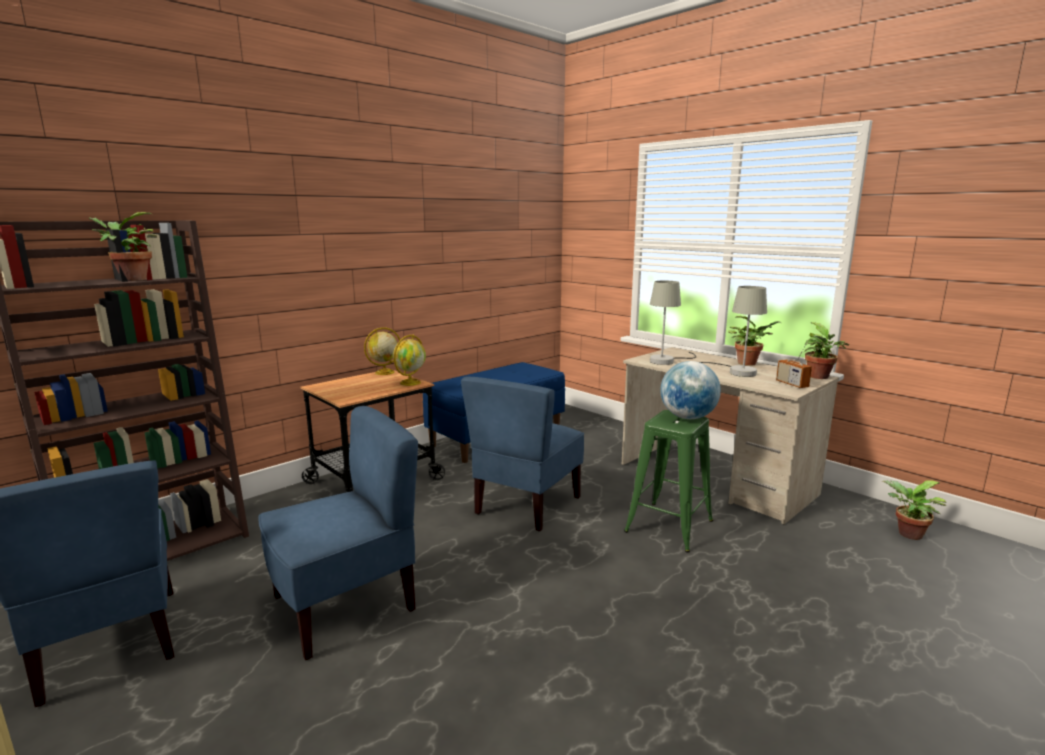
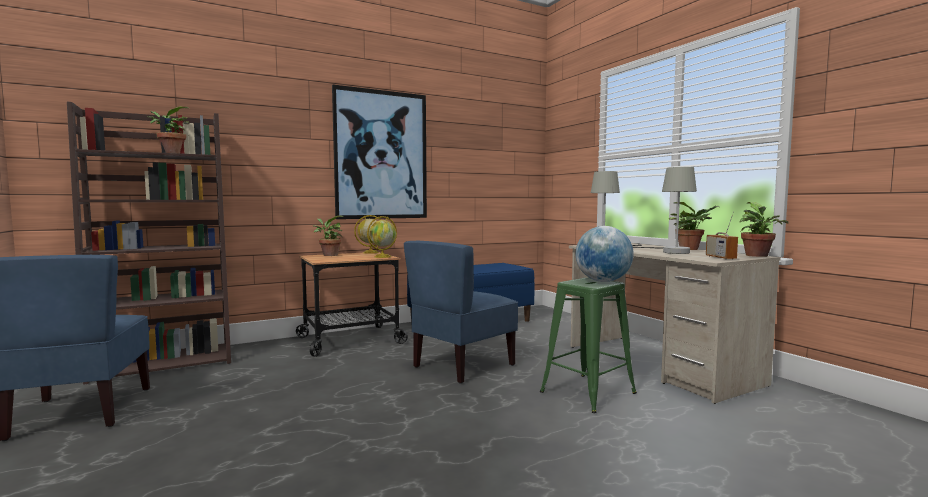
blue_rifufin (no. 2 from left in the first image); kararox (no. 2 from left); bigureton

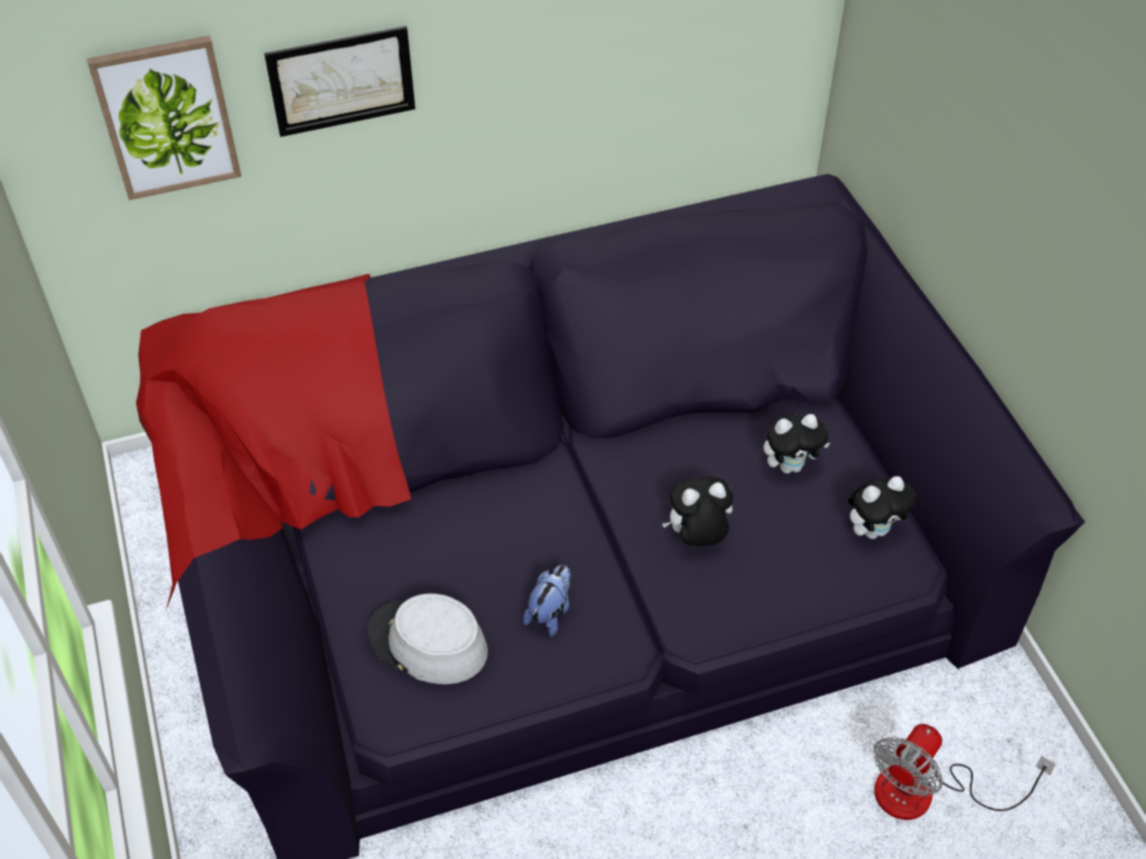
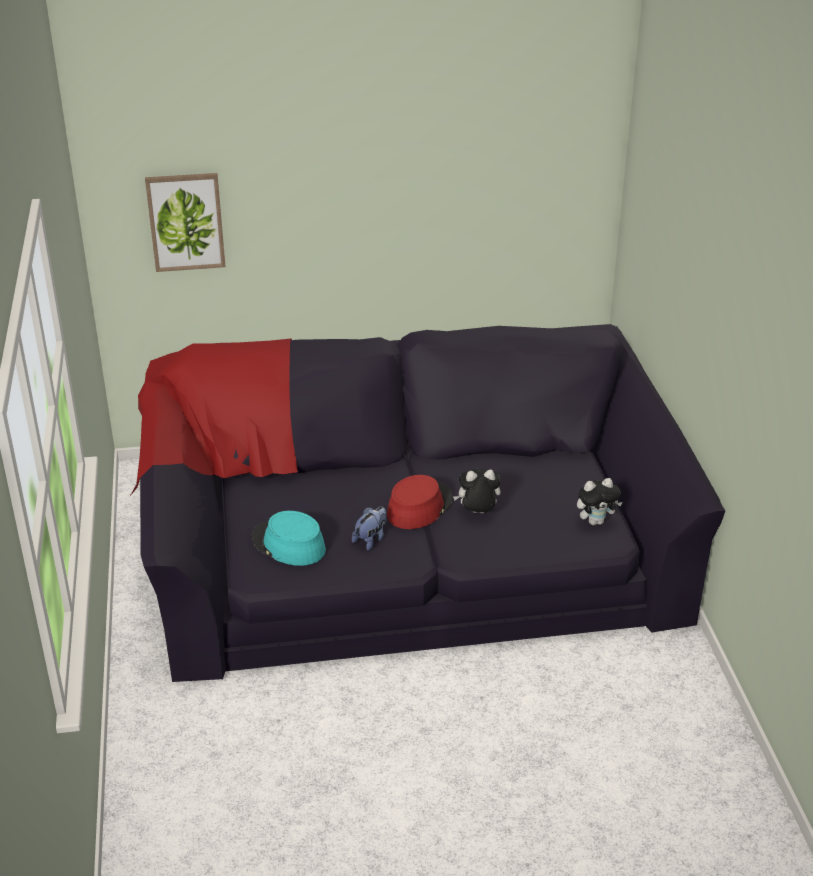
bigureton (no. 2 from left in the first image); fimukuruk (no. 3 from left in the first image); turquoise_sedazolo; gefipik; red_sedazolo

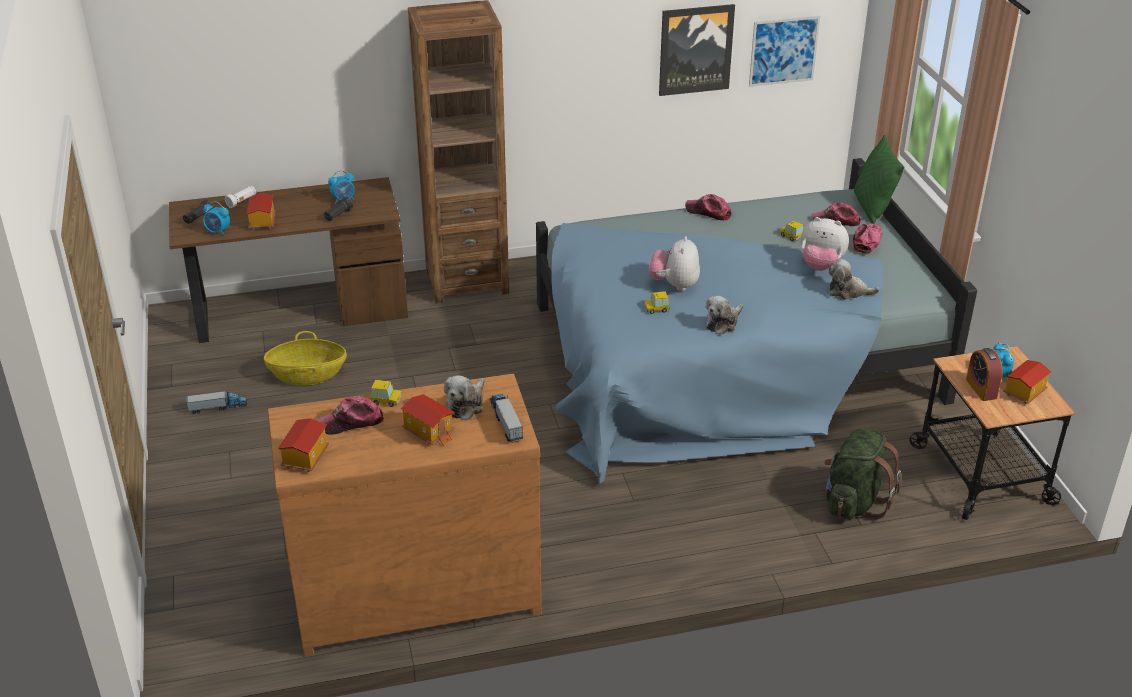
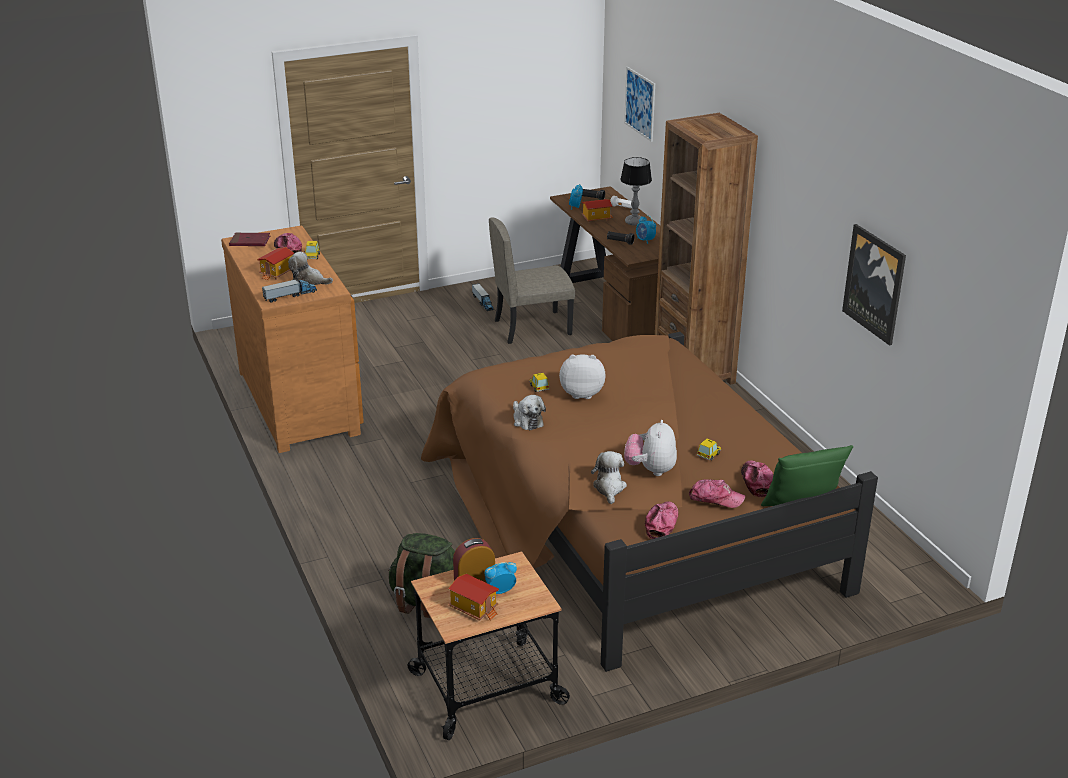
bigureton (no. 1 from left); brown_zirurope; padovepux (no. 2 from left); fimukuruk (no. 2 from left); beige_rifufin; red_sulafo; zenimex

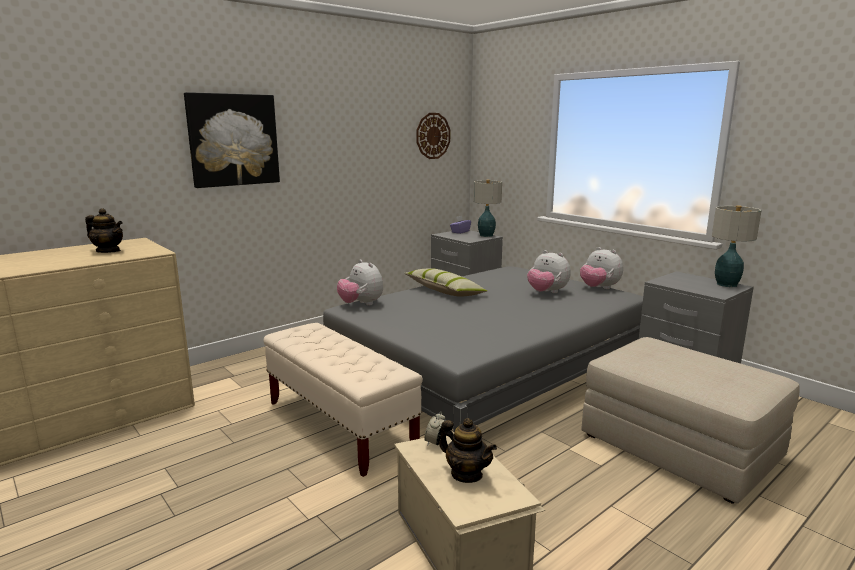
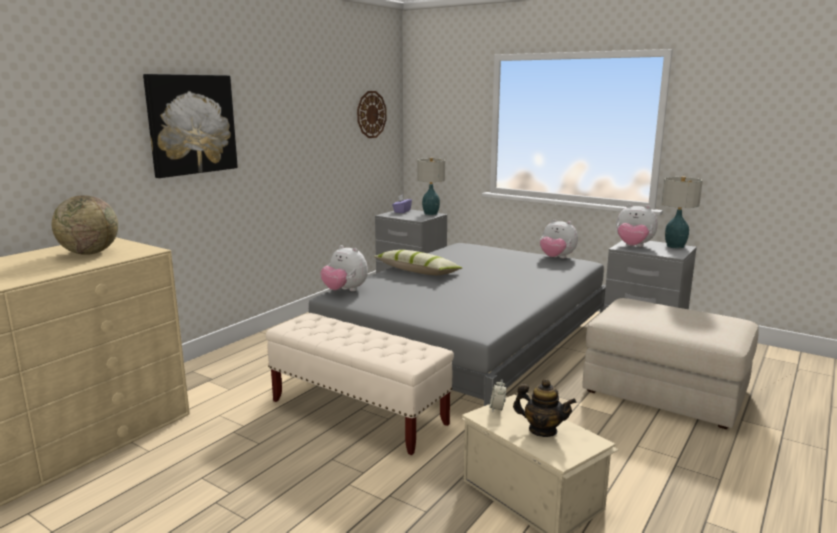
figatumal; fimukuruk (no. 3 from left)

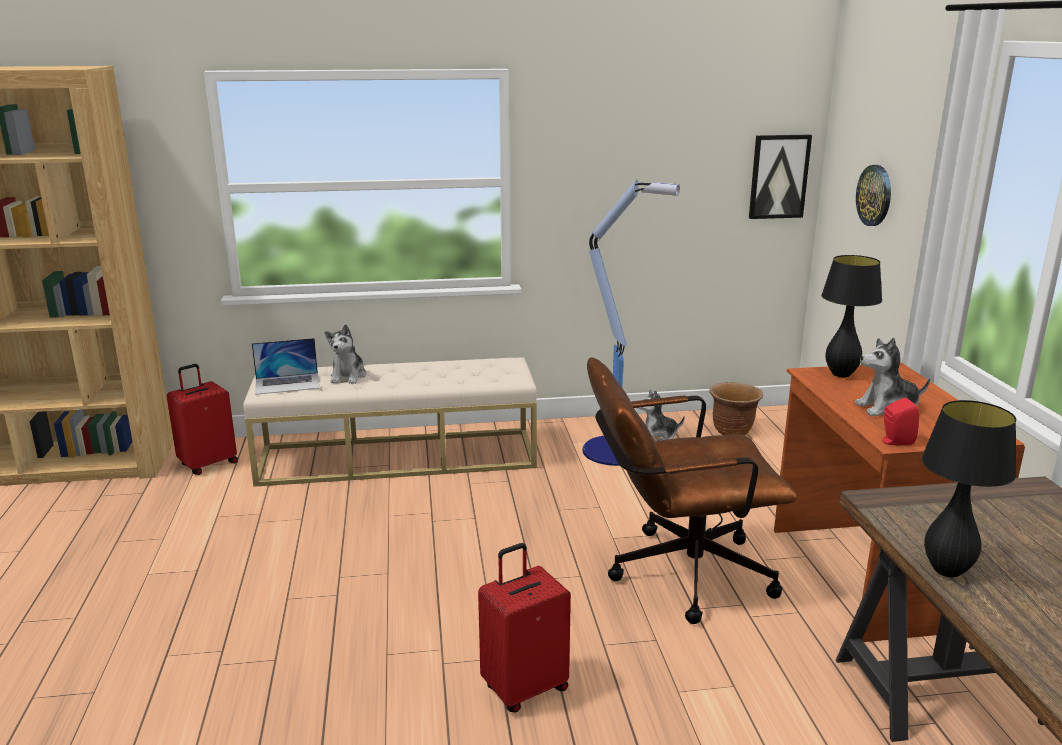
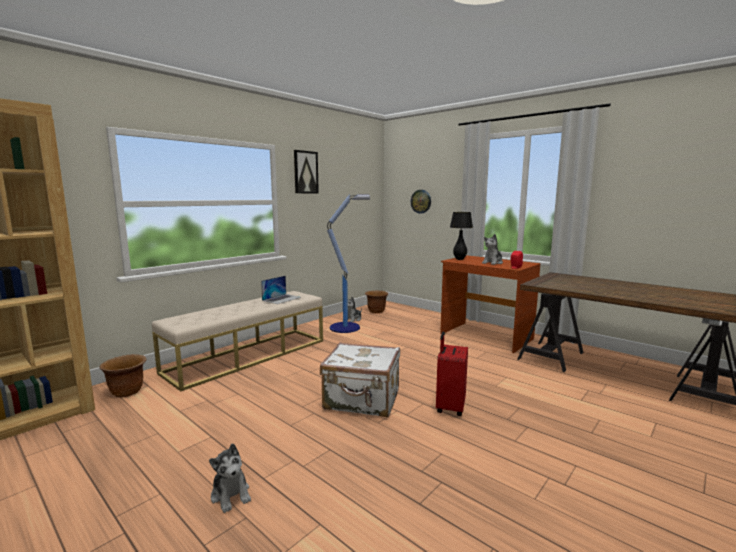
bigureton; fimukuruk (no. 1 from left); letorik; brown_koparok; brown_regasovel (no. 1 from left); black_zenimex (no. 2 from left in the first image); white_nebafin

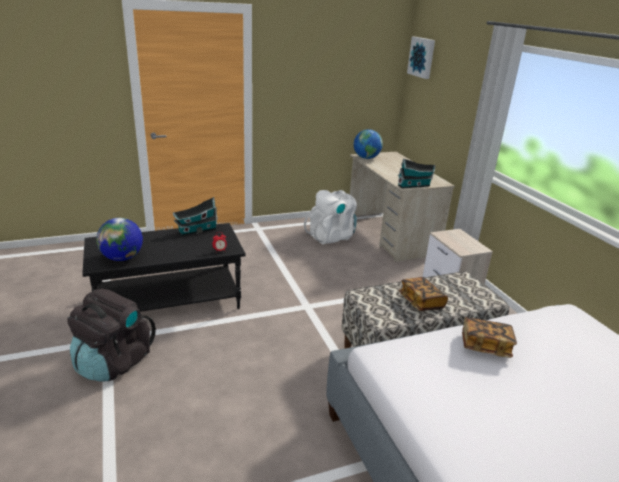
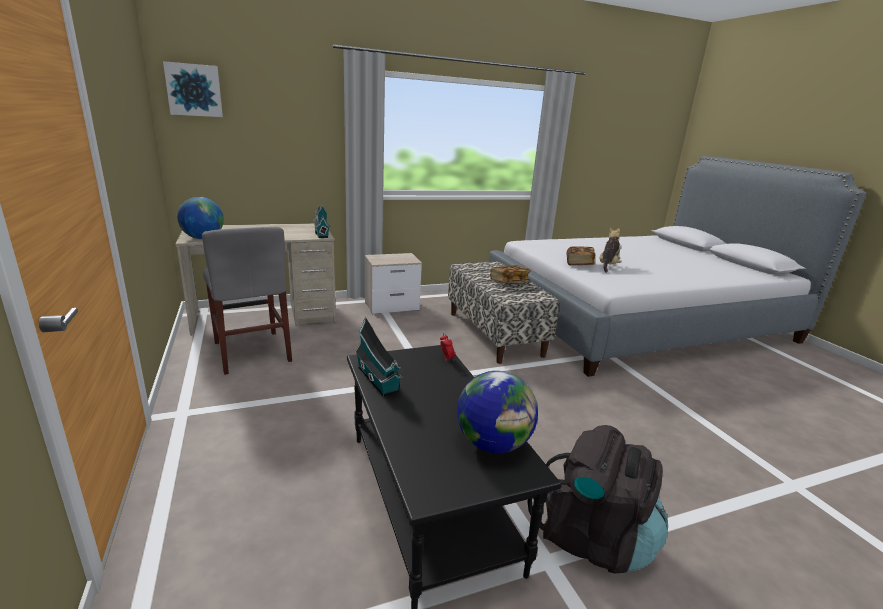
grey_rifufin; fimukuruk

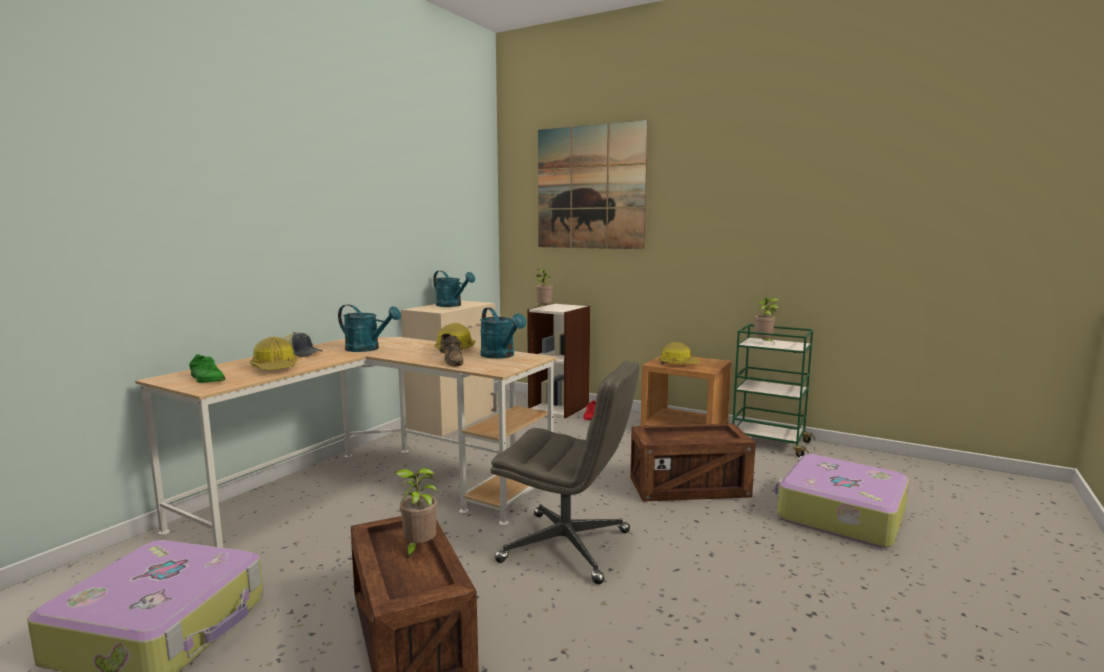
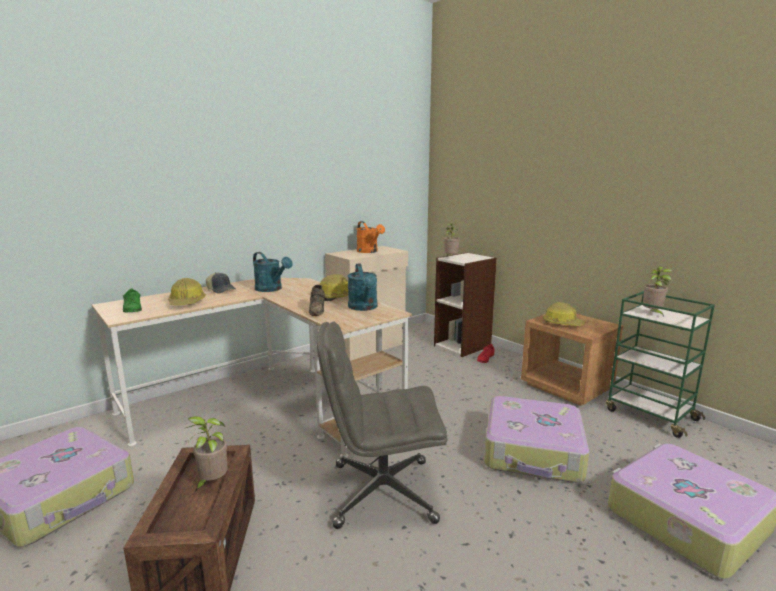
bigureton; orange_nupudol; grey_koparok; nebafin (no. 2 from left)

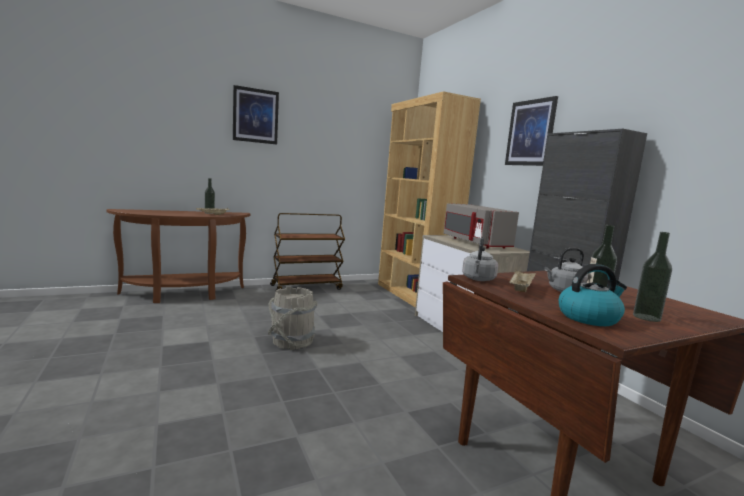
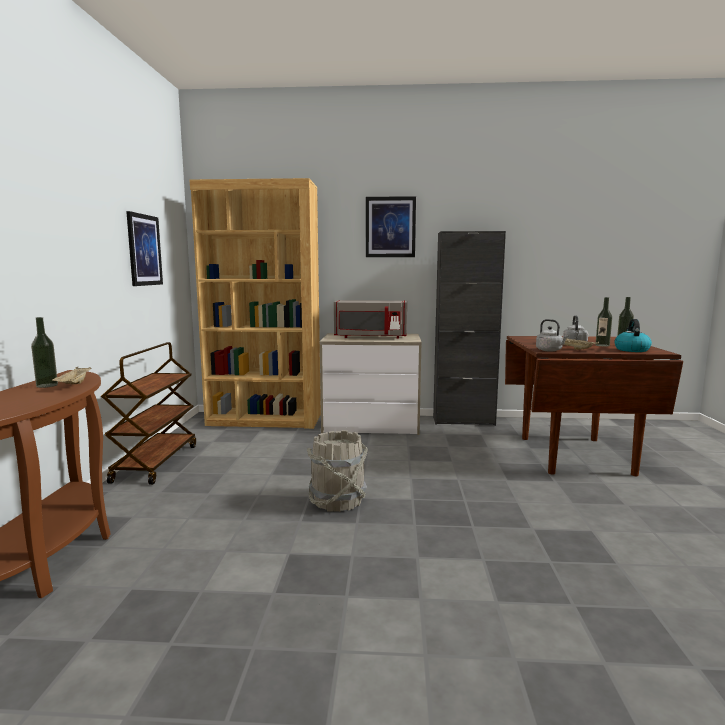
bigureton (no. 1 from left)

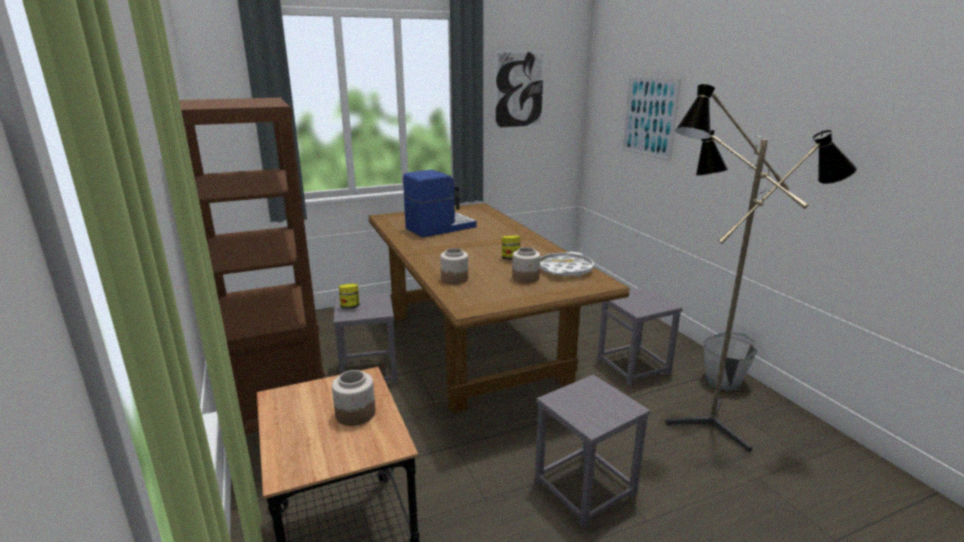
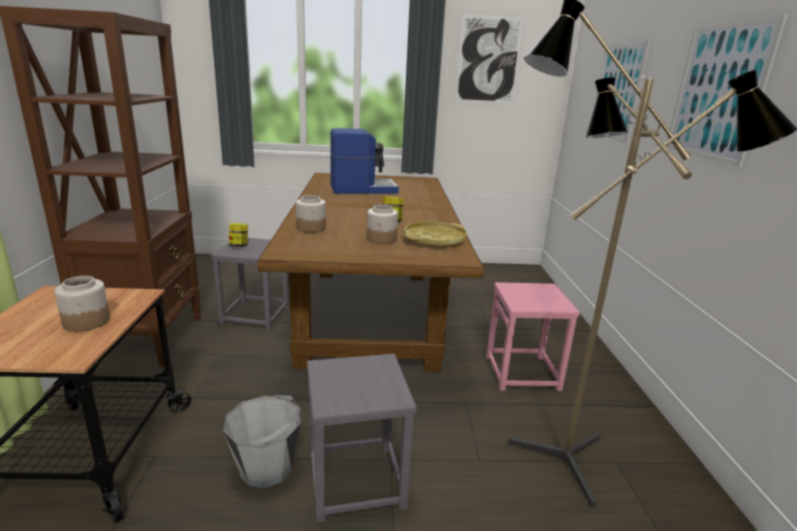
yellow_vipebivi; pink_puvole; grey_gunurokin; bigureton (no. 3 from left)

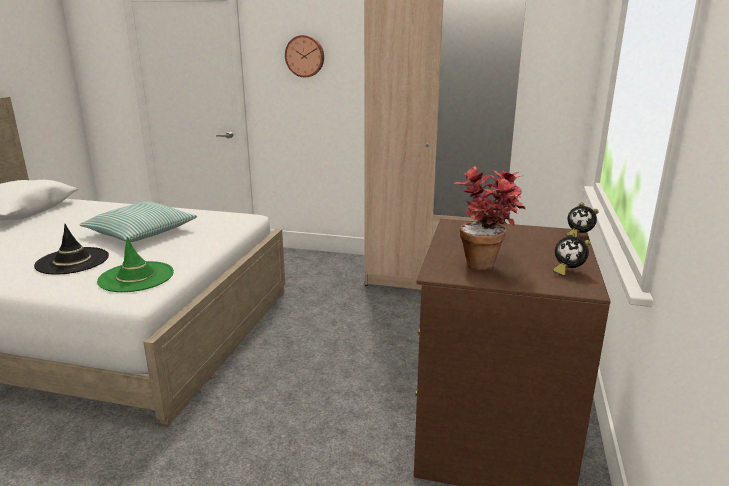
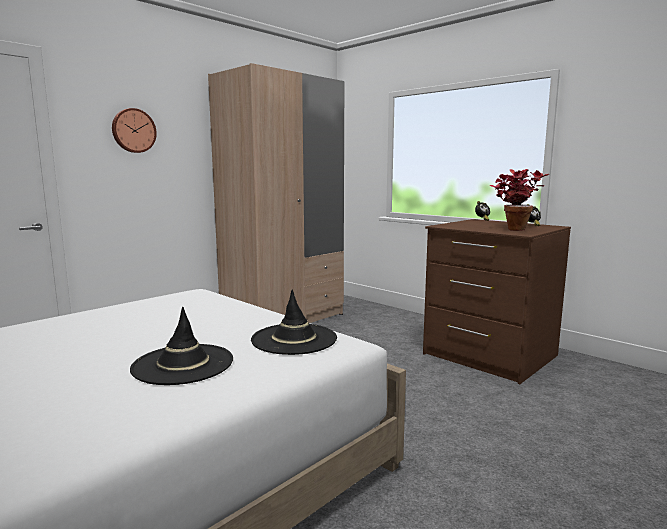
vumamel; black_sedazolo (no. 2 from left)

